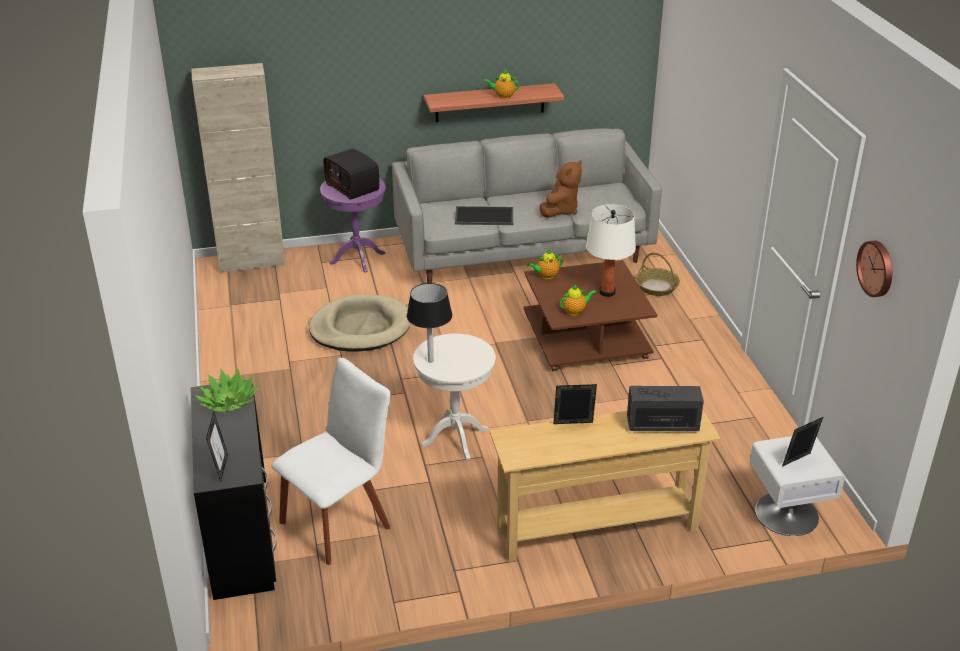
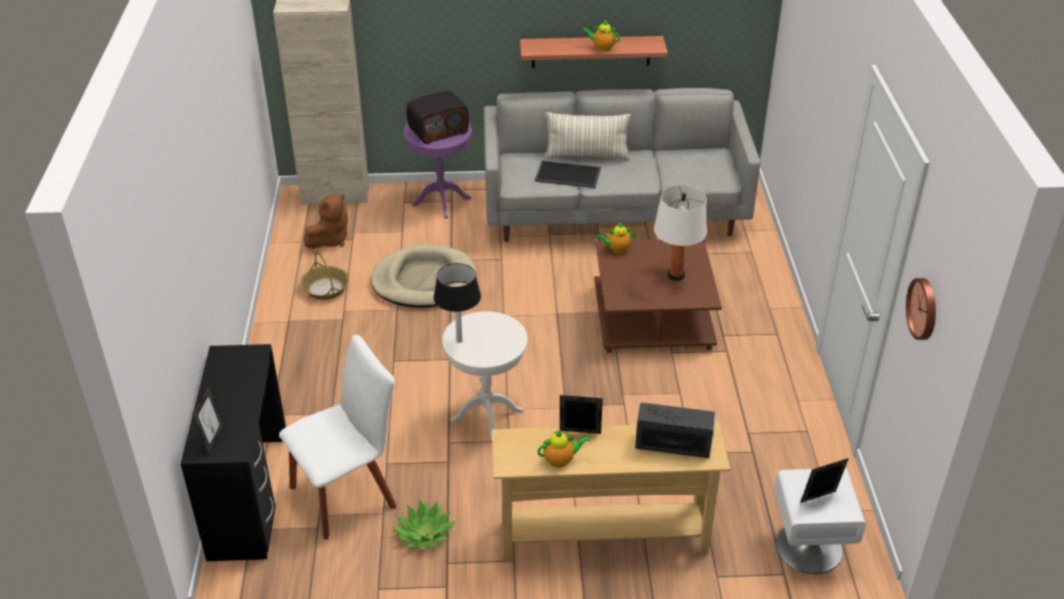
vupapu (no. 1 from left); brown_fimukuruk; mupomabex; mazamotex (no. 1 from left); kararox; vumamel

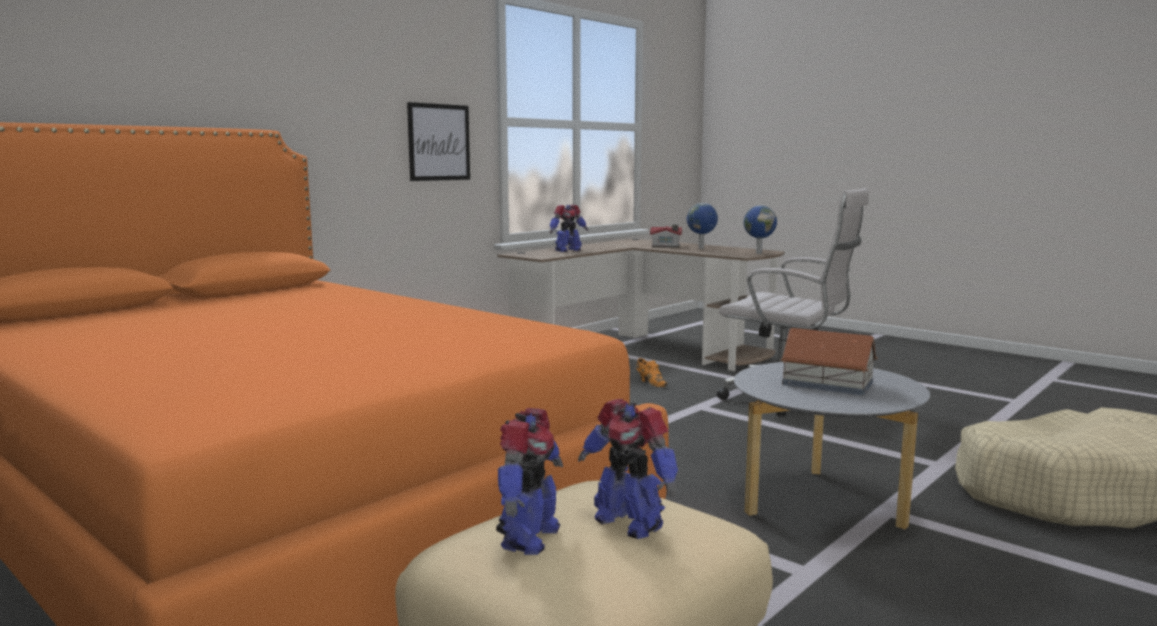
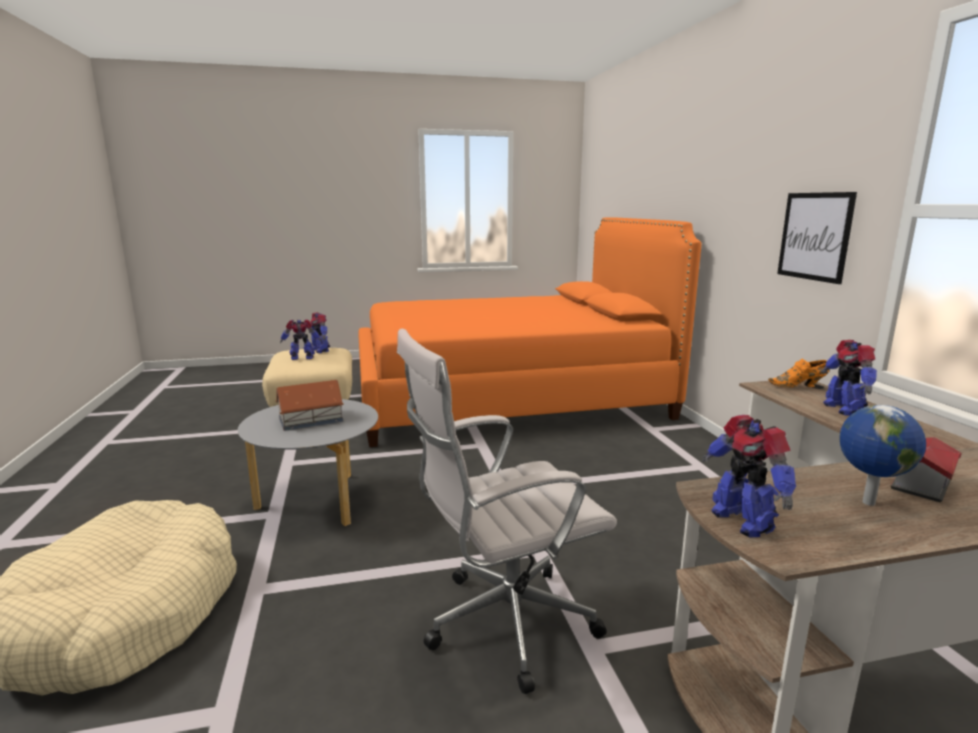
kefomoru (no. 3 from left); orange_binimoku

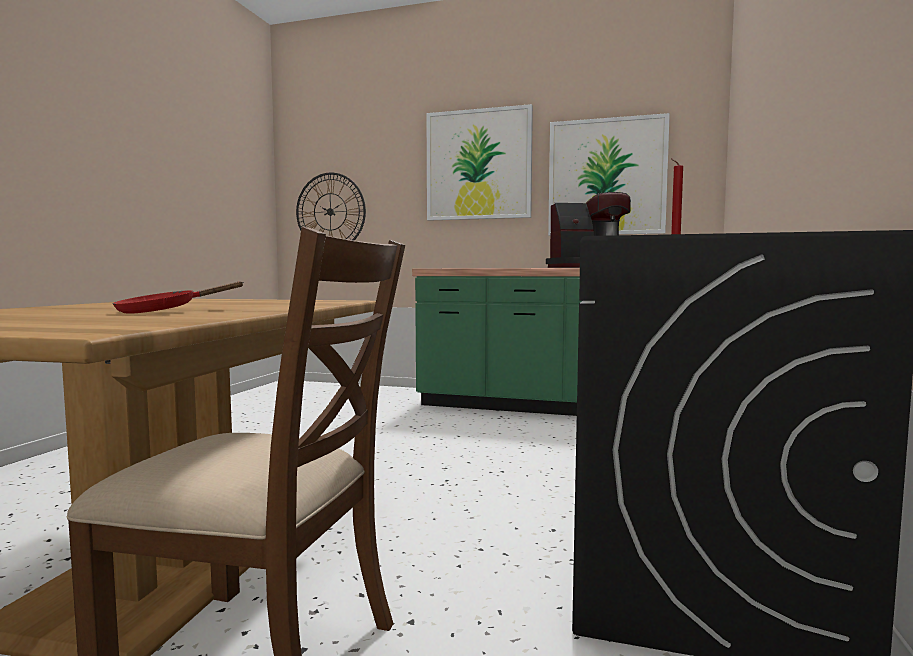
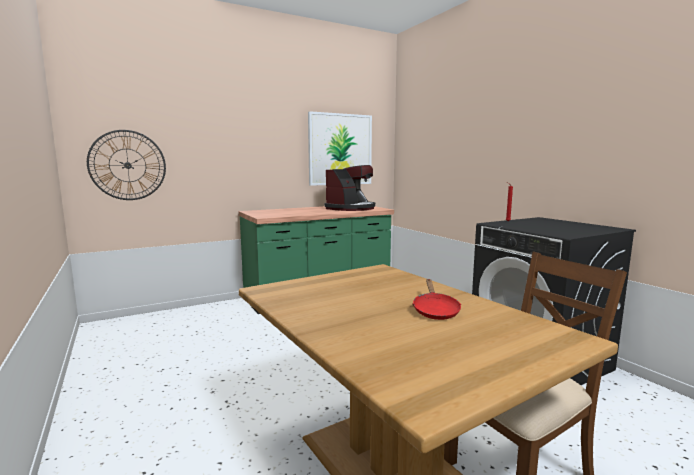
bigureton (no. 1 from left in the first image)

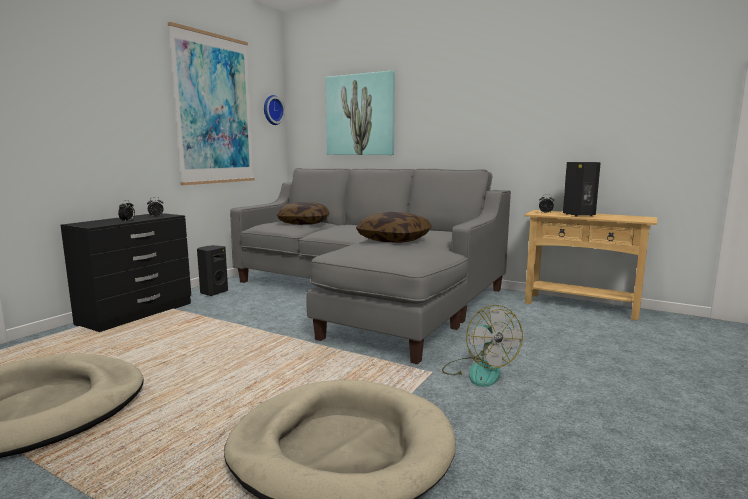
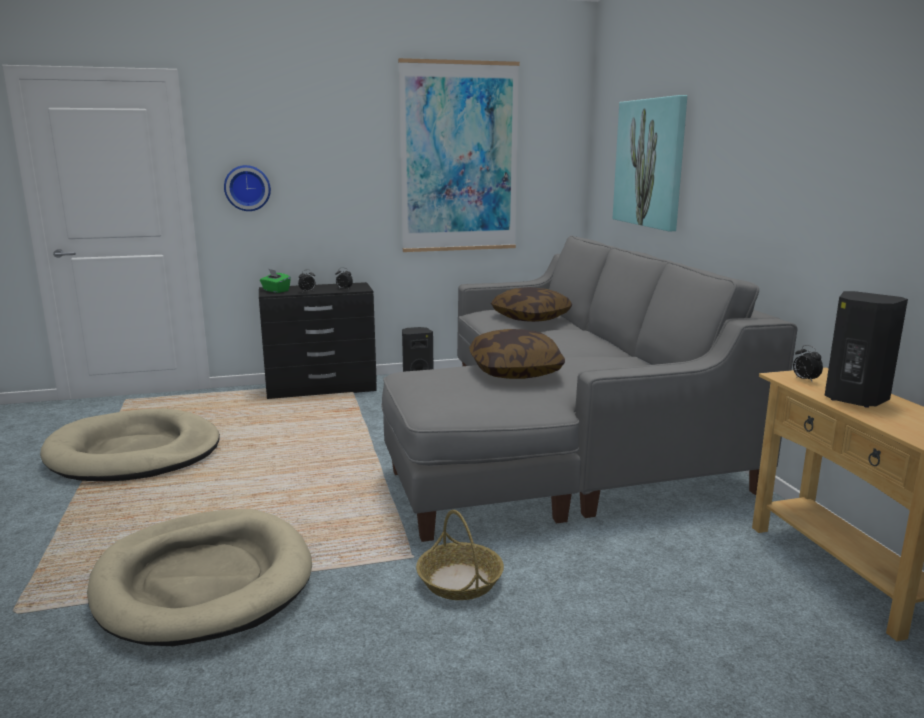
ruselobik; mupomabex; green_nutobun

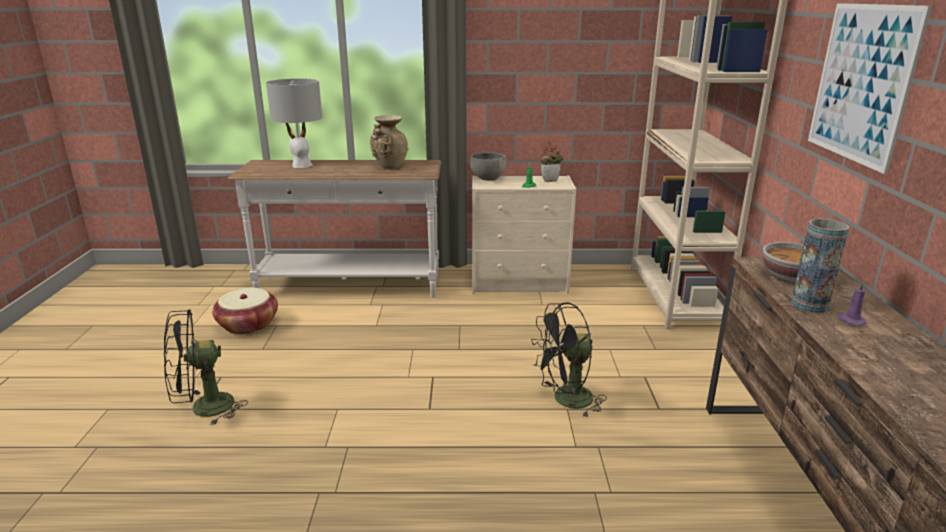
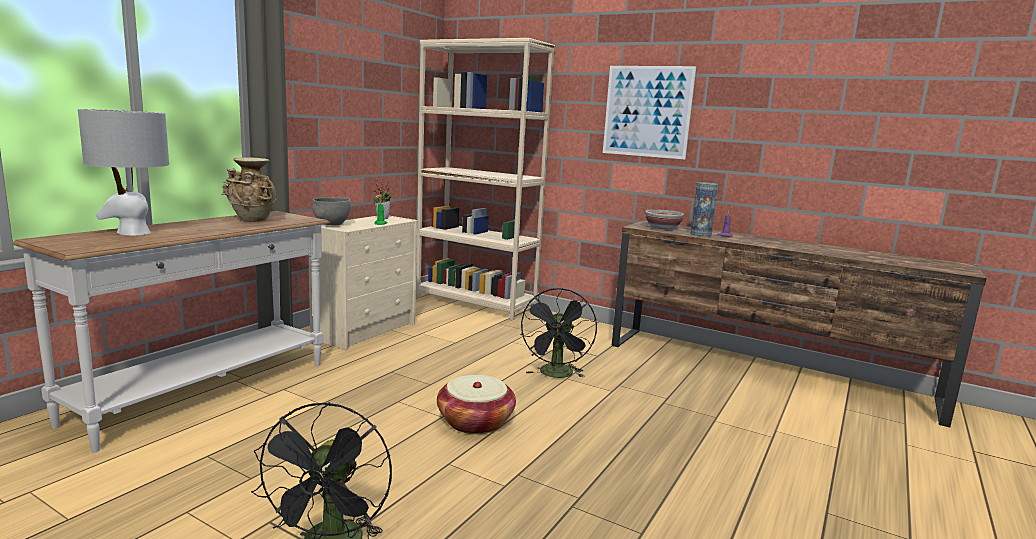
mupomabex

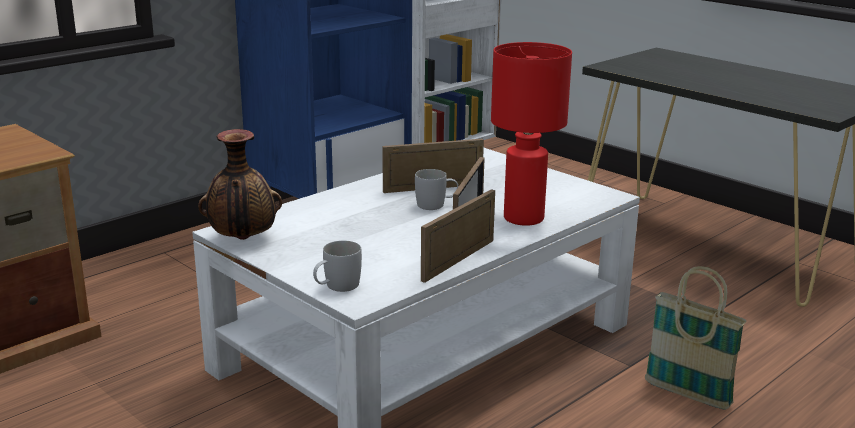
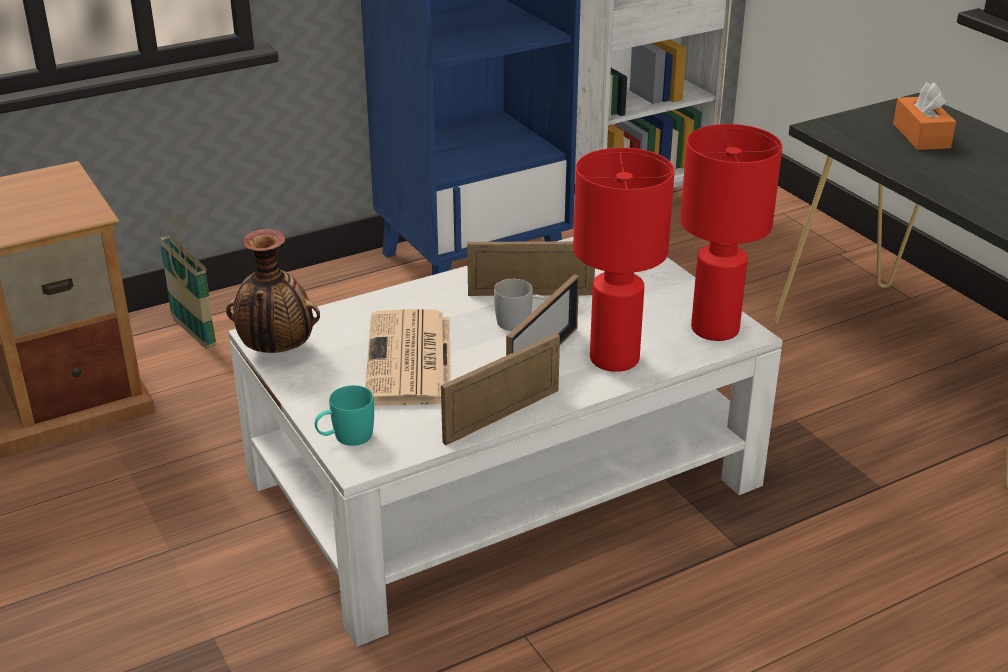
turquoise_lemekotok; mupomabex; orange_nutobun; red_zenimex (no. 2 from left); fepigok

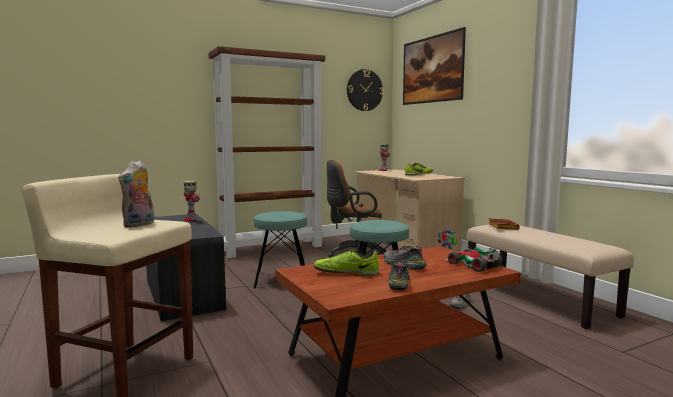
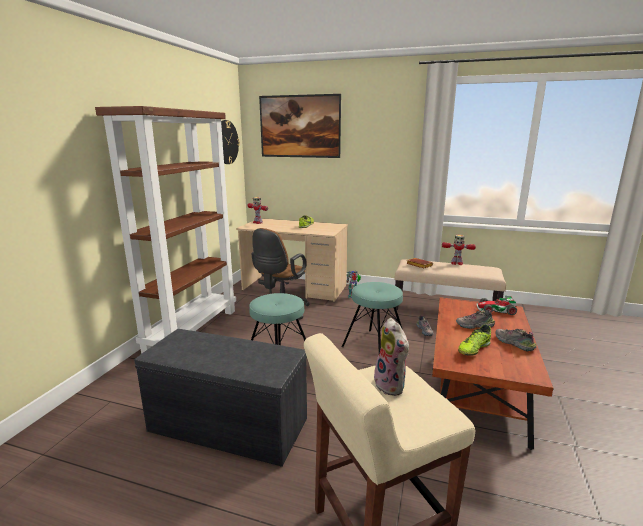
kefomoru (no. 3 from left)

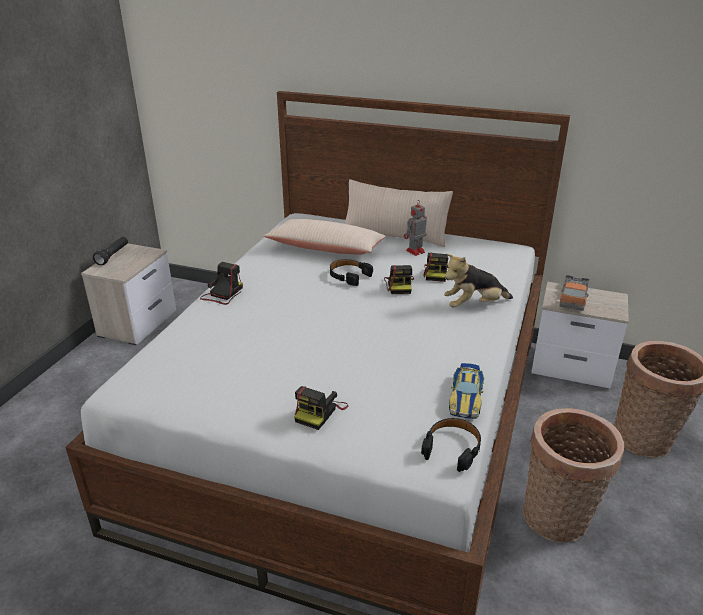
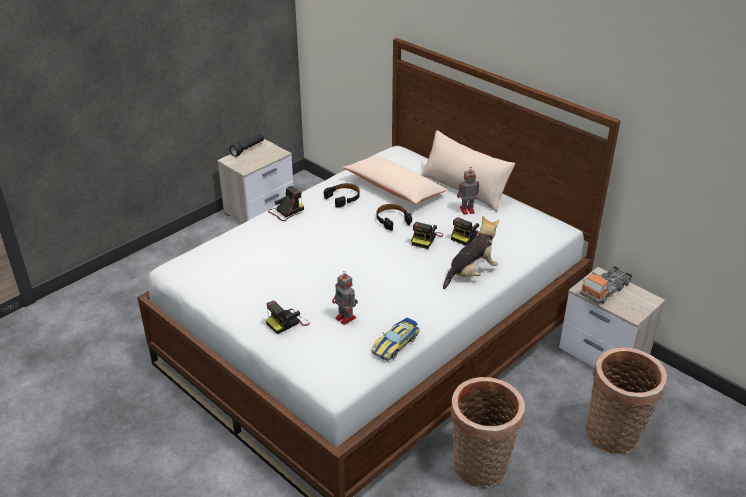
fimukuruk; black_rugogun (no. 1 from left); kefomoru (no. 1 from left)

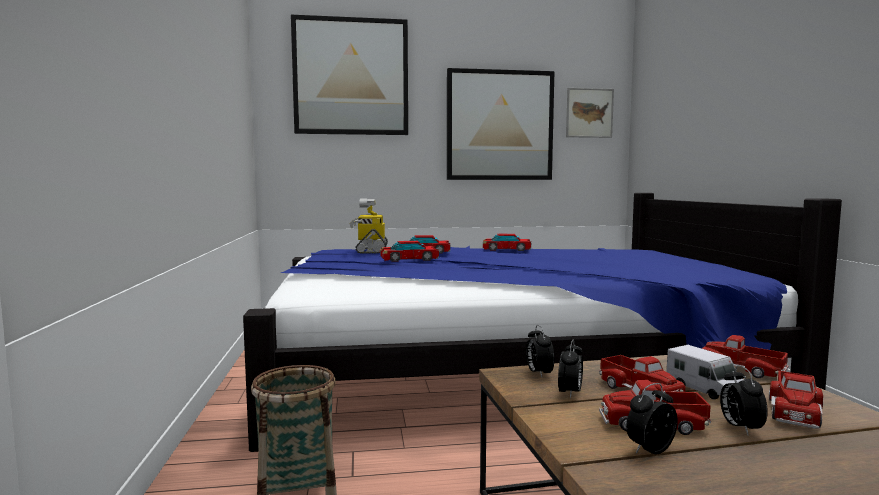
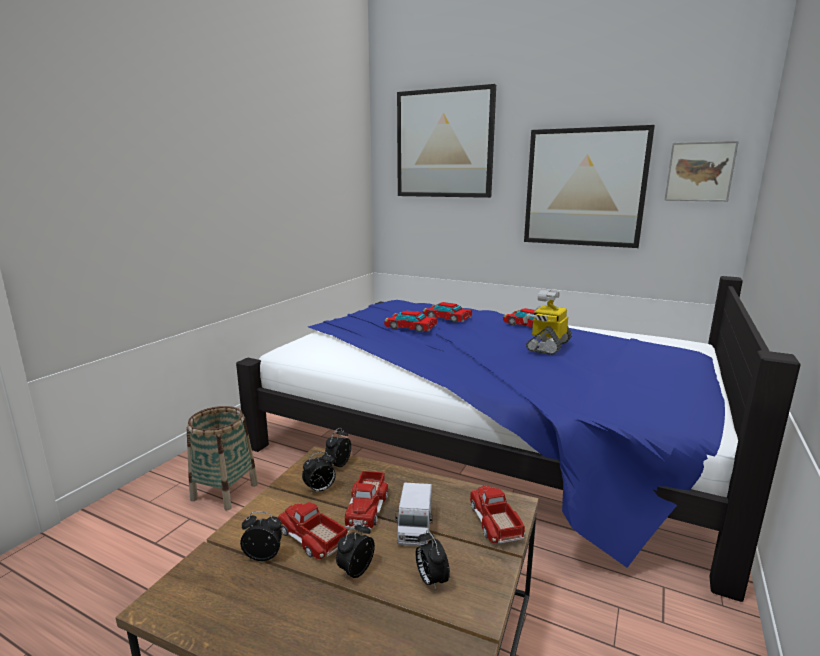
kefomoru; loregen (no. 5 from left)

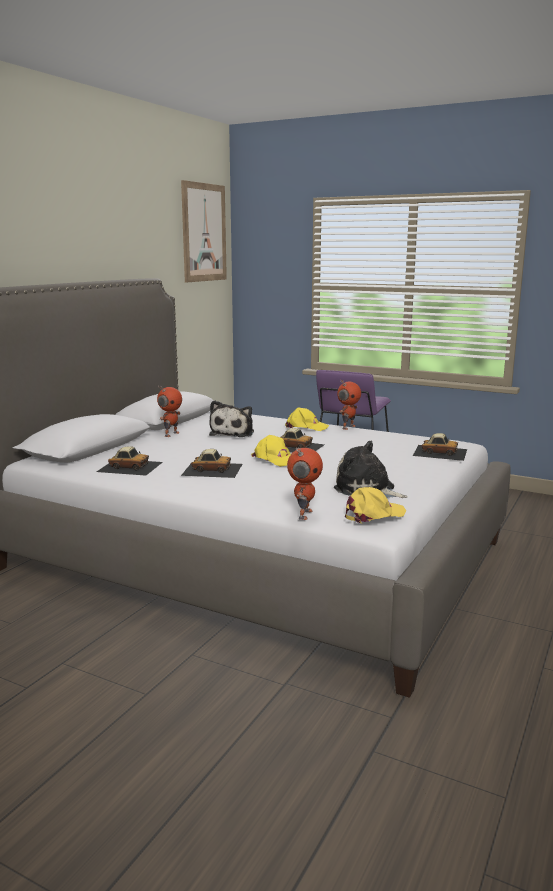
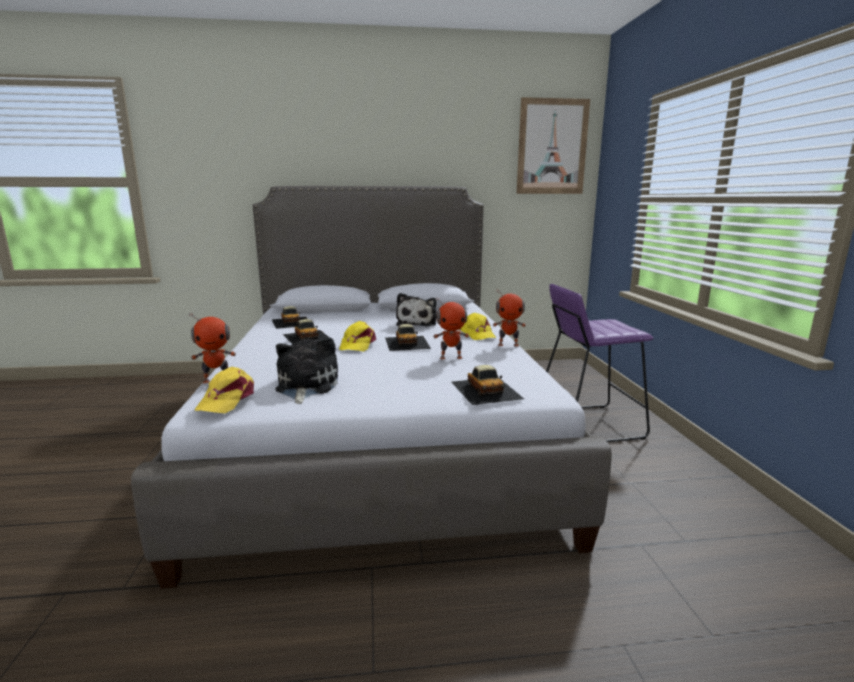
kefomoru (no. 2 from left); fimukuruk (no. 2 from left); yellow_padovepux (no. 1 from left)

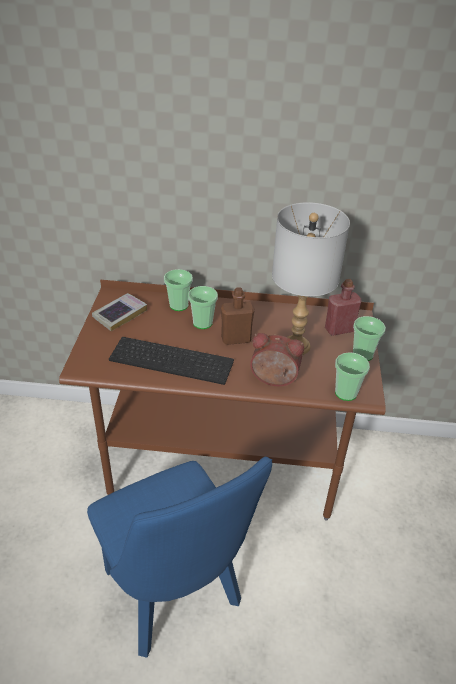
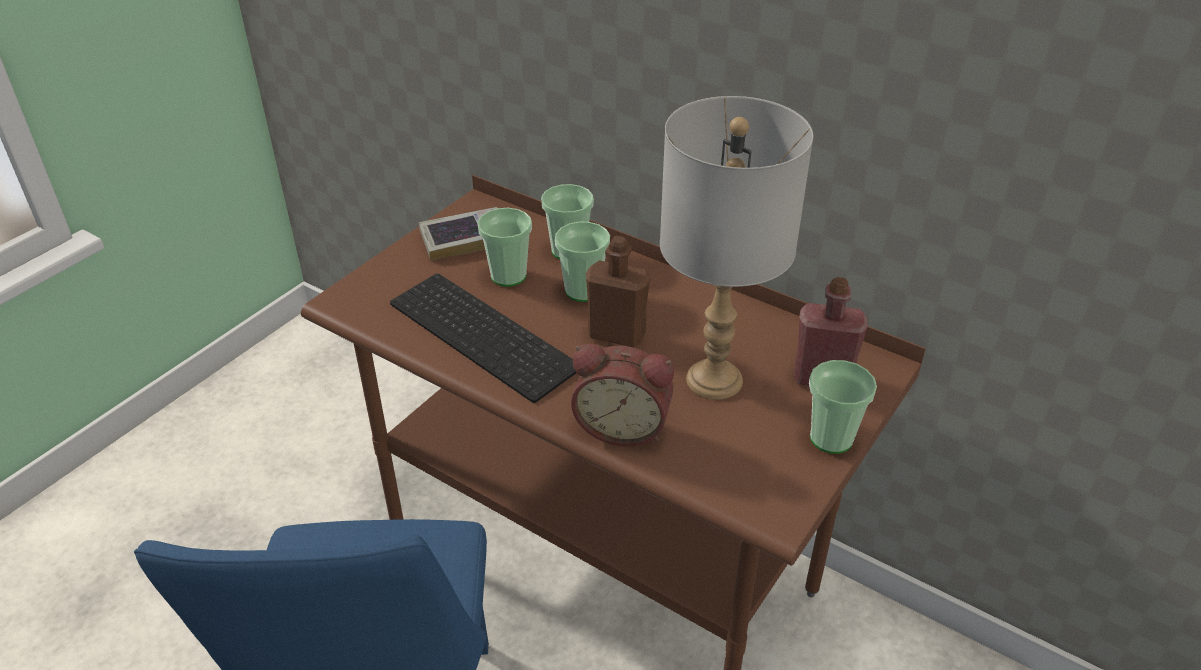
loregen; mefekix (no. 1 from left)

